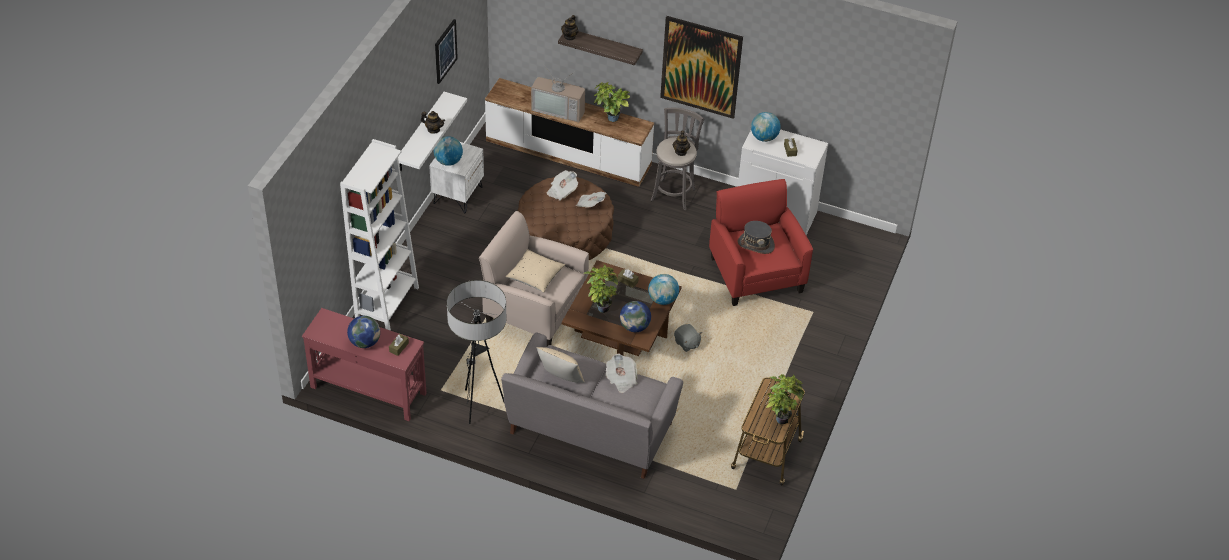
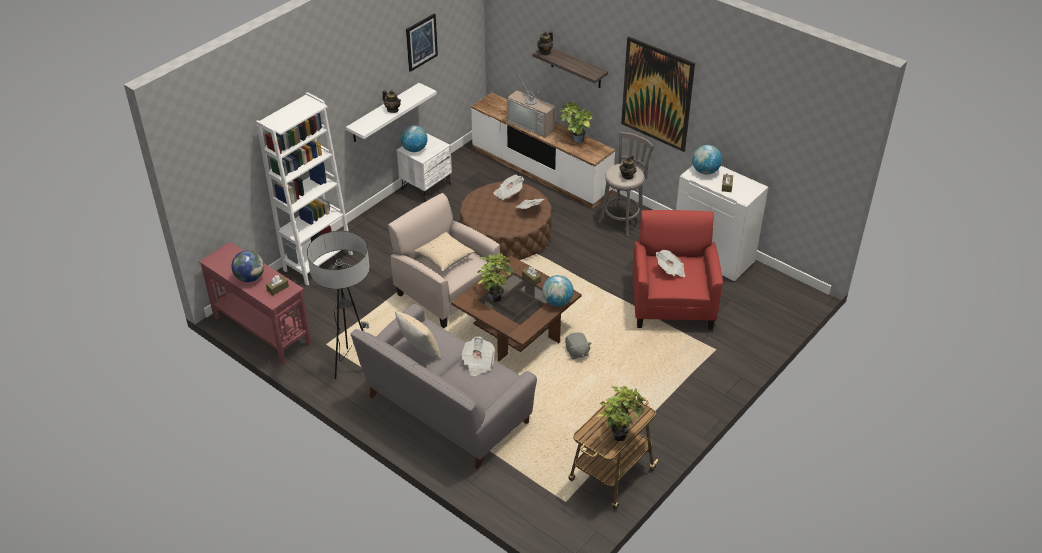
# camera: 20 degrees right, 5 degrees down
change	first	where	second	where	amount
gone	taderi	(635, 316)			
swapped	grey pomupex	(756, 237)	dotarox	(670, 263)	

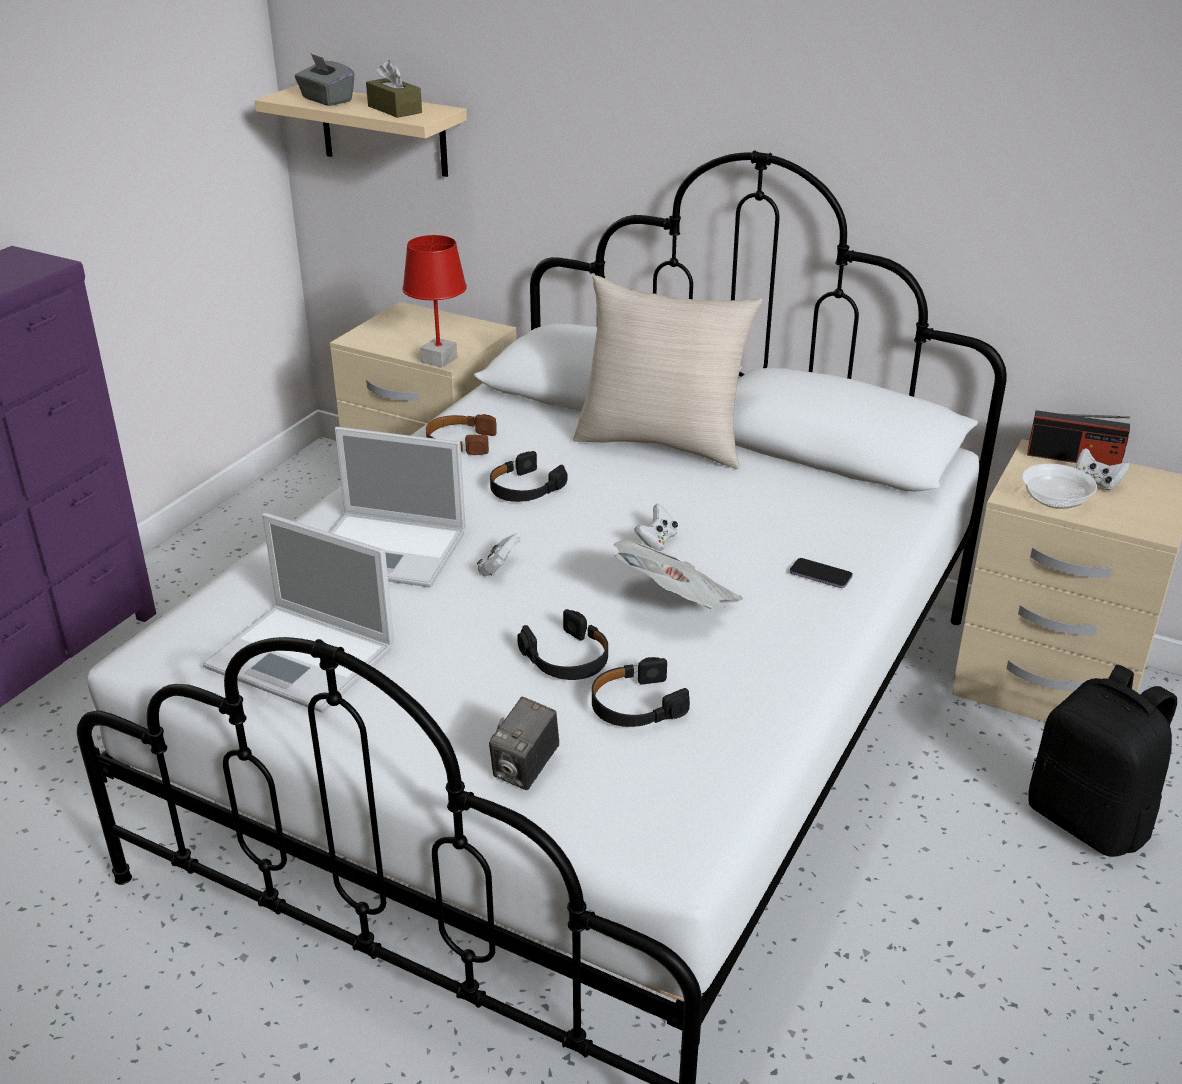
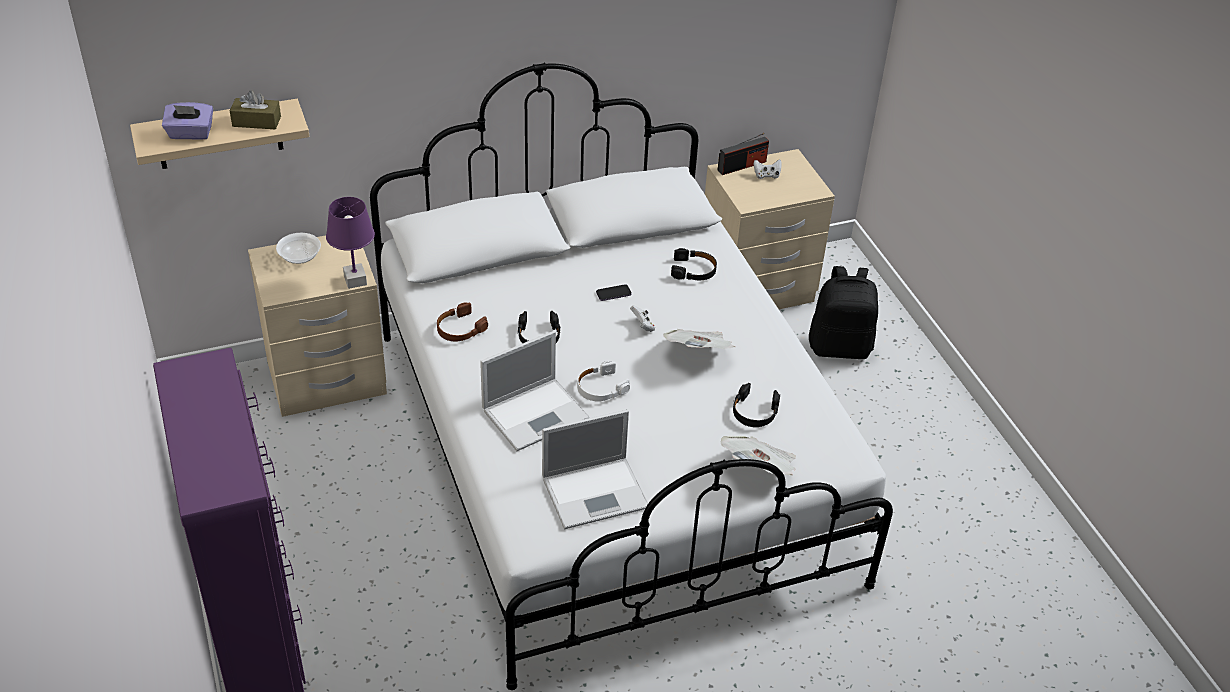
# camera: 50 degrees left, 10 degrees up
change	first	where	second	where	amount
gone	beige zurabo	(668, 372)			
shifted	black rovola	(562, 644)		(694, 264)	
shifted	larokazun	(821, 573)		(614, 292)	
shifted	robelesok	(1059, 486)		(298, 248)	
swapped	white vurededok	(499, 554)	white rovola	(603, 381)	
swapped	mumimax	(524, 743)	dotarox	(758, 456)	
repainted	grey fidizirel	(324, 80)	purple fidizirel	(187, 121)	
repainted	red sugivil	(434, 301)	purple sugivil	(350, 243)	

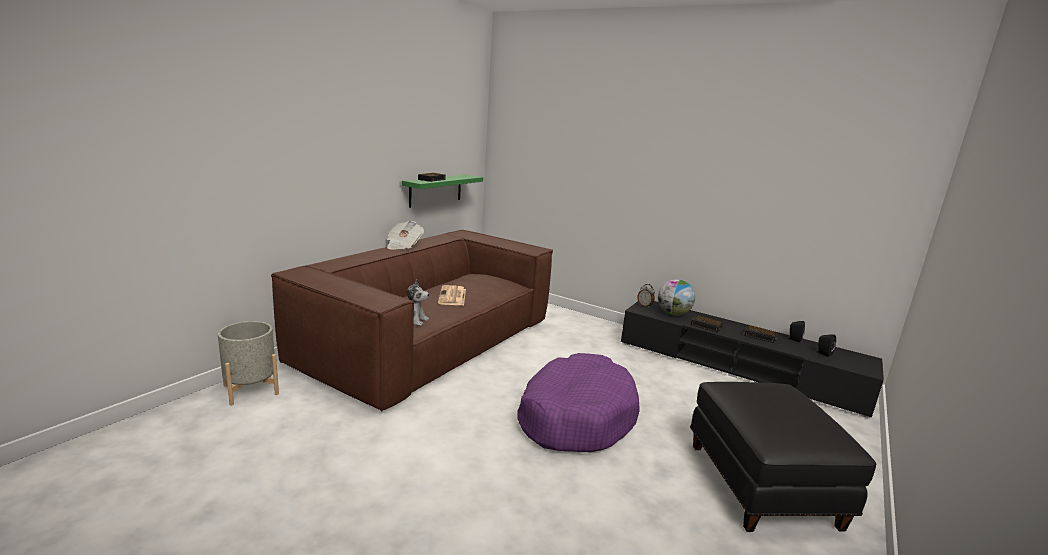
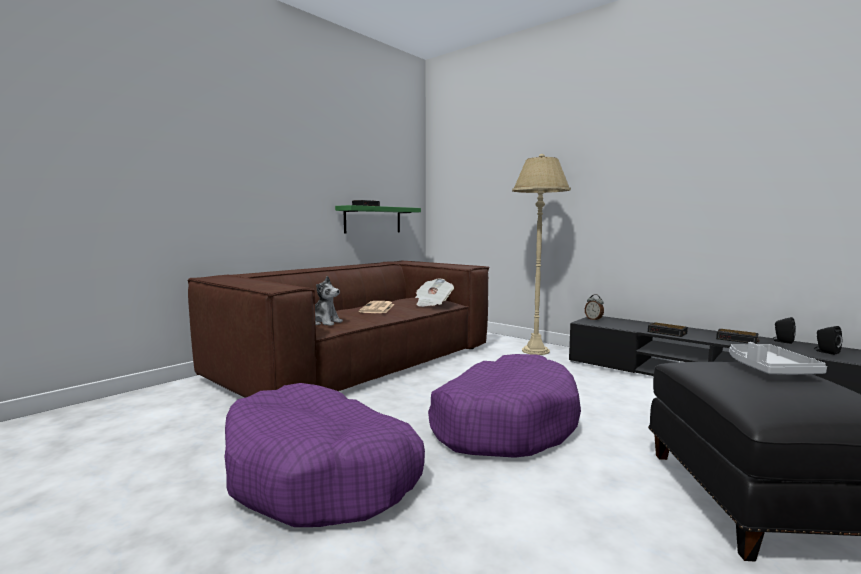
# camera: 10 degrees right, 10 degrees down
change	first	where	second	where	amount
gone	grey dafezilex	(248, 363)			
gone	taderi	(676, 297)			
new			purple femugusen	(325, 455)	
new			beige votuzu	(541, 254)	
new			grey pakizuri	(778, 358)	
shifted	dotarox	(405, 235)		(434, 292)	

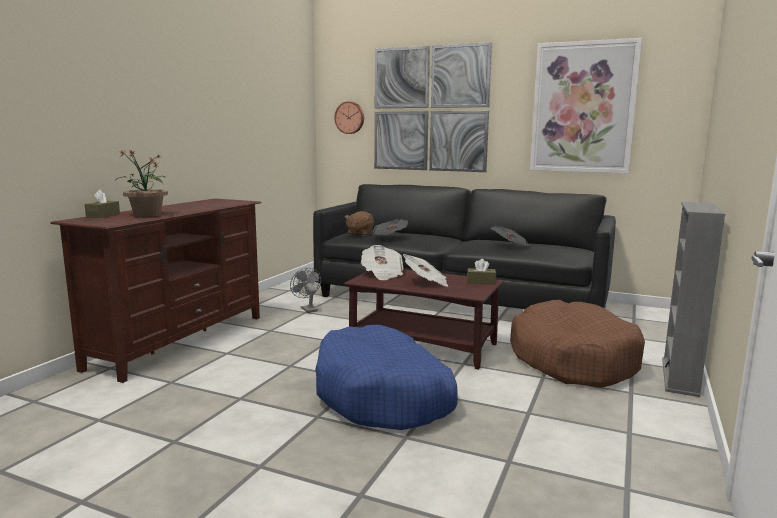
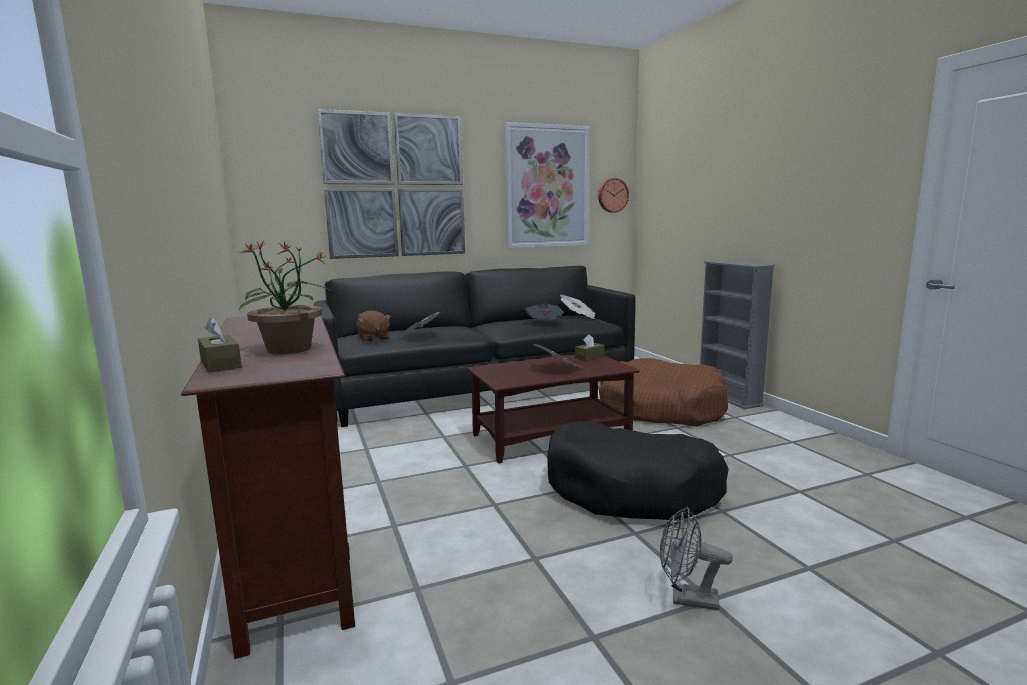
# camera: 45 degrees left, 0 degrees up
change	first	where	second	where	amount
shifted	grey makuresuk	(305, 290)		(696, 558)	
shifted	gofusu	(349, 117)		(613, 195)	
shifted	dotarox	(382, 262)		(577, 307)	
repainted	blue femugusen	(386, 377)	black femugusen	(638, 470)	

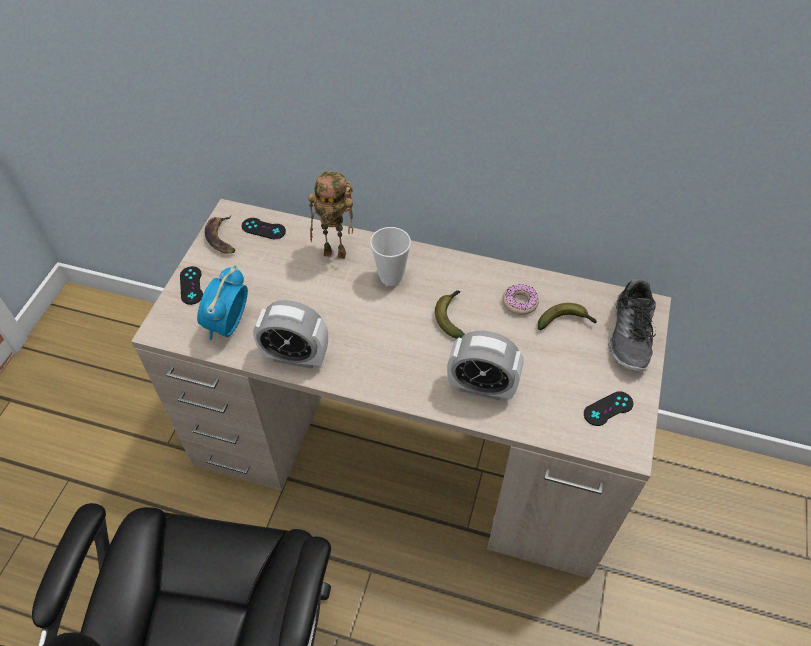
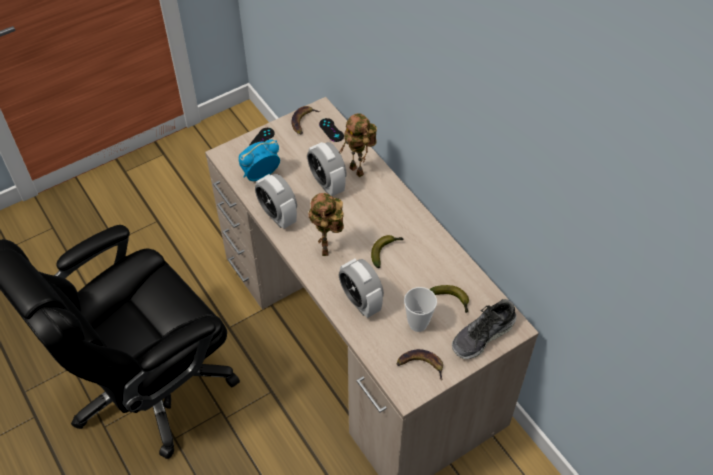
# camera: 40 degrees right, 0 degrees up
change	first	where	second	where	amount
gone	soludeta	(521, 299)			
new			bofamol	(327, 169)	
new			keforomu	(326, 224)	
shifted	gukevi	(390, 256)		(420, 309)	
swapped	black vurededok	(608, 408)	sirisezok	(420, 364)	

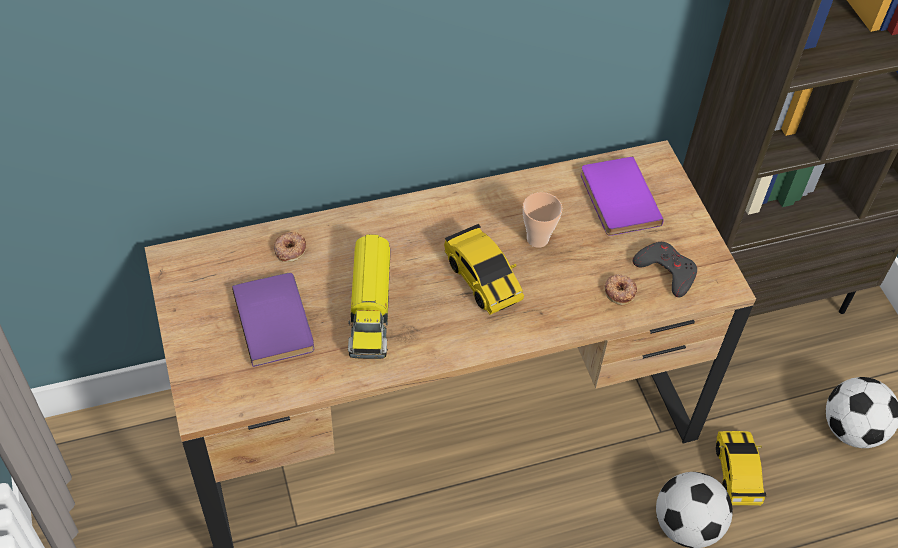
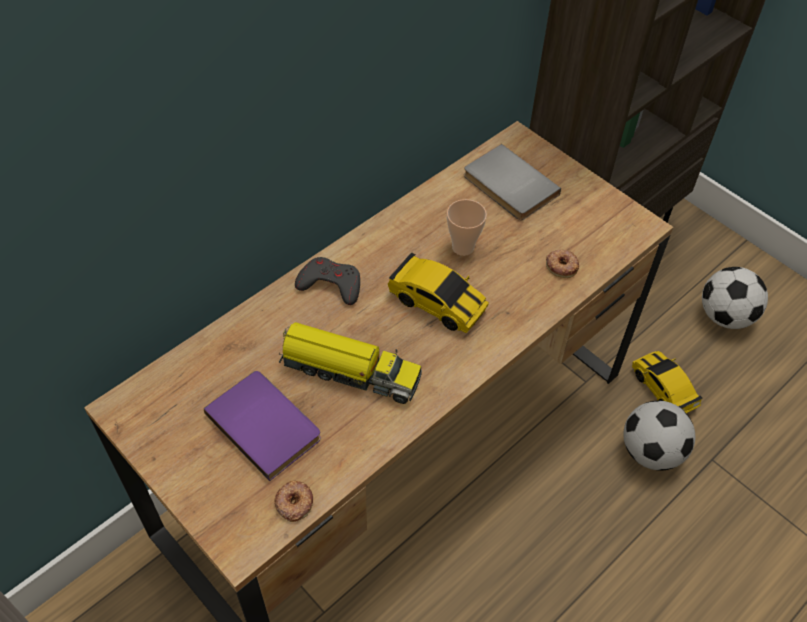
# camera: 25 degrees left, 0 degrees up
change	first	where	second	where	amount
shifted	soludeta	(290, 247)		(293, 501)	
shifted	grey vurededok	(665, 270)		(327, 281)	
repainted	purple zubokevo	(622, 196)	grey zubokevo	(512, 182)	
rotated	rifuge	(369, 296)		(350, 363)	45 degrees counterclockwise

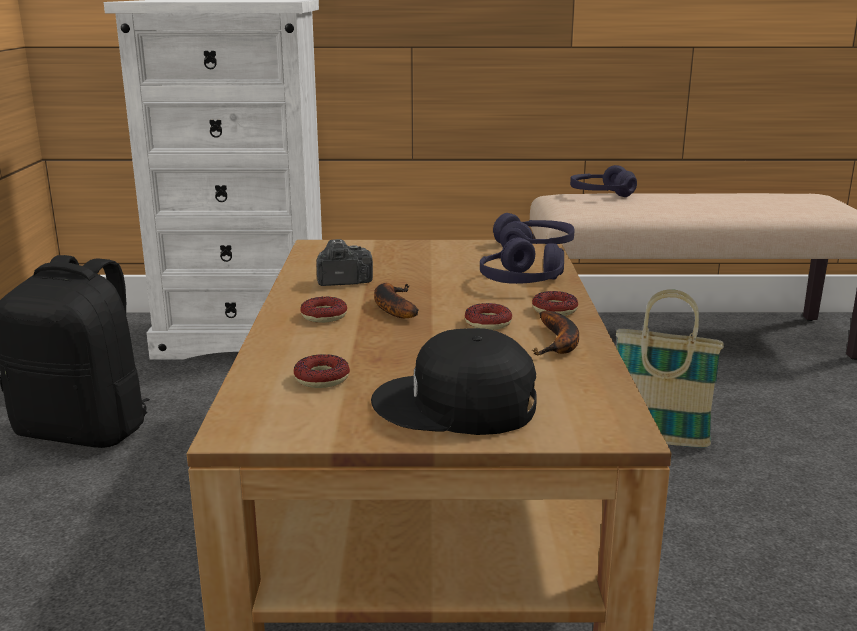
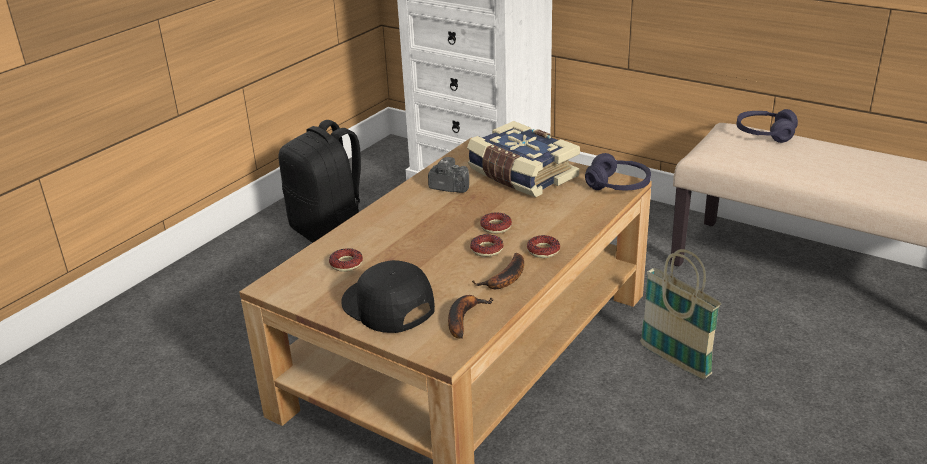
# camera: 35 degrees right, 10 degrees up
change	first	where	second	where	amount
gone	purple rovola	(522, 261)			
new			zubokevo	(523, 159)	
shifted	soludeta	(323, 310)		(496, 223)	
shifted	sirisezok	(396, 300)		(470, 317)	

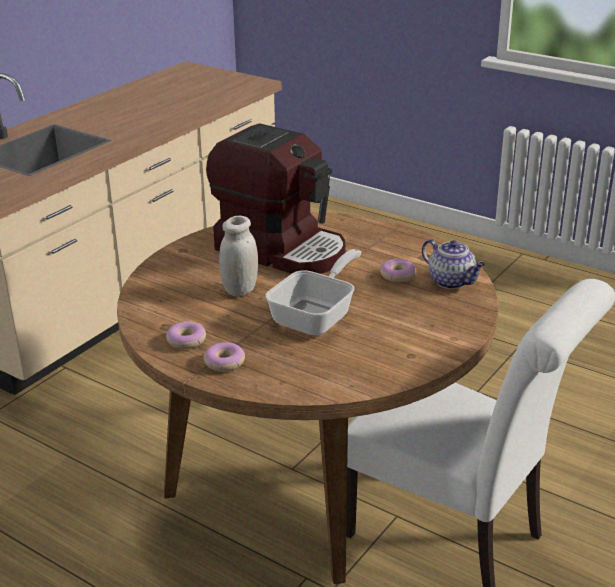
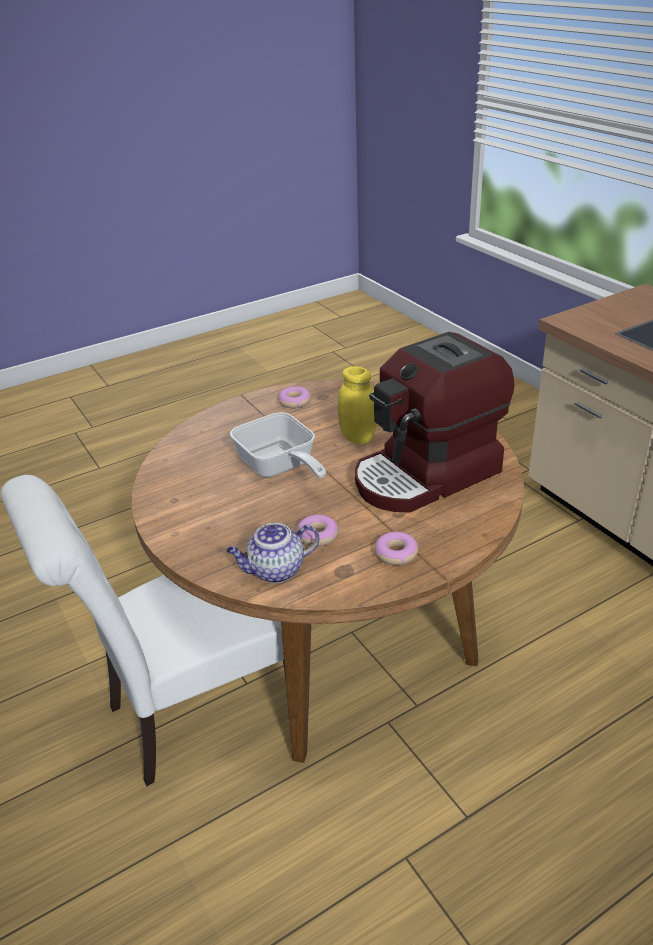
# camera: 115 degrees right, 5 degrees up
change	first	where	second	where	amount
shifted	soludeta	(224, 357)		(396, 548)	
repainted	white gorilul	(238, 256)	yellow gorilul	(357, 405)	

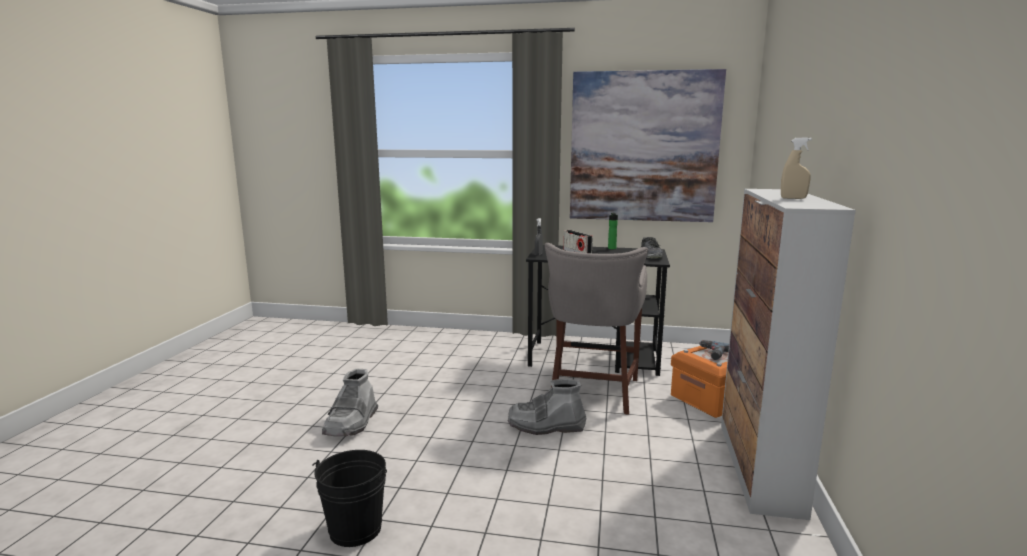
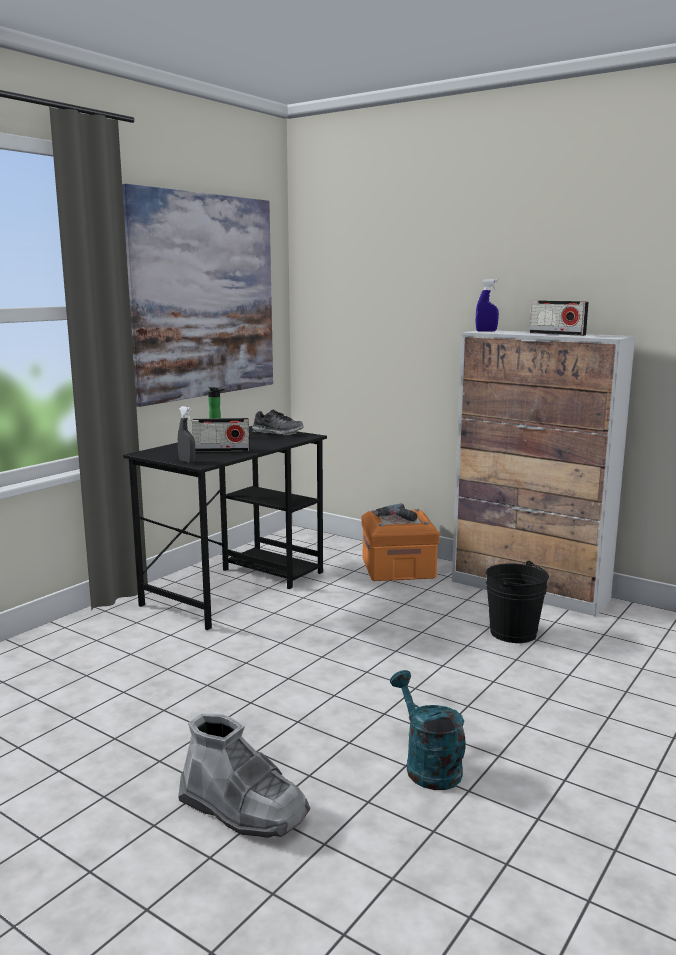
# camera: 65 degrees left, 0 degrees up
change	first	where	second	where	amount
gone	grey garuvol	(547, 407)			
gone	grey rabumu	(596, 329)			
new			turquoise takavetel	(428, 730)	
new			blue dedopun	(487, 305)	
shifted	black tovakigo	(349, 498)		(517, 602)	
swapped	beige dedopun	(796, 168)	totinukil	(559, 318)	

